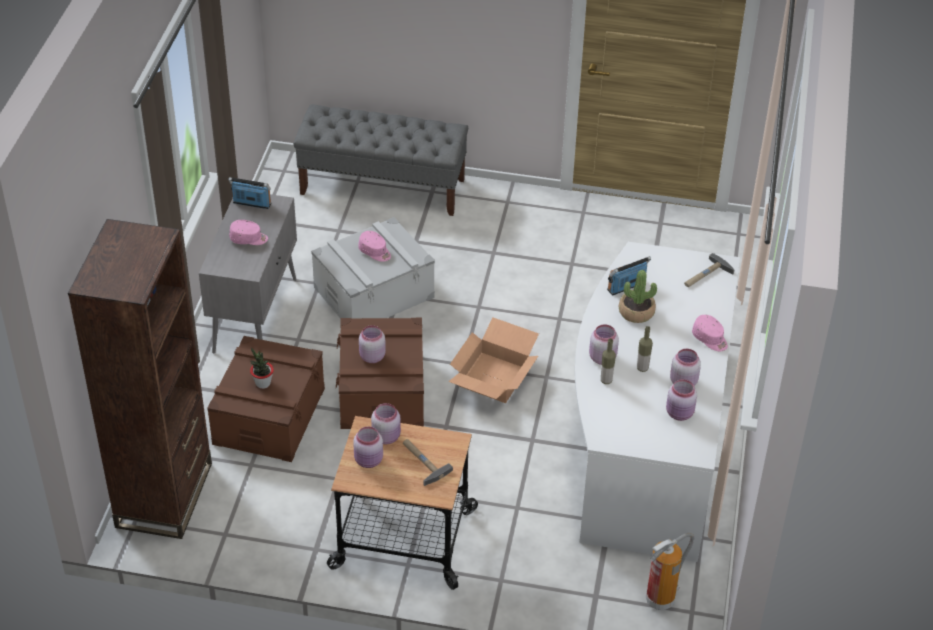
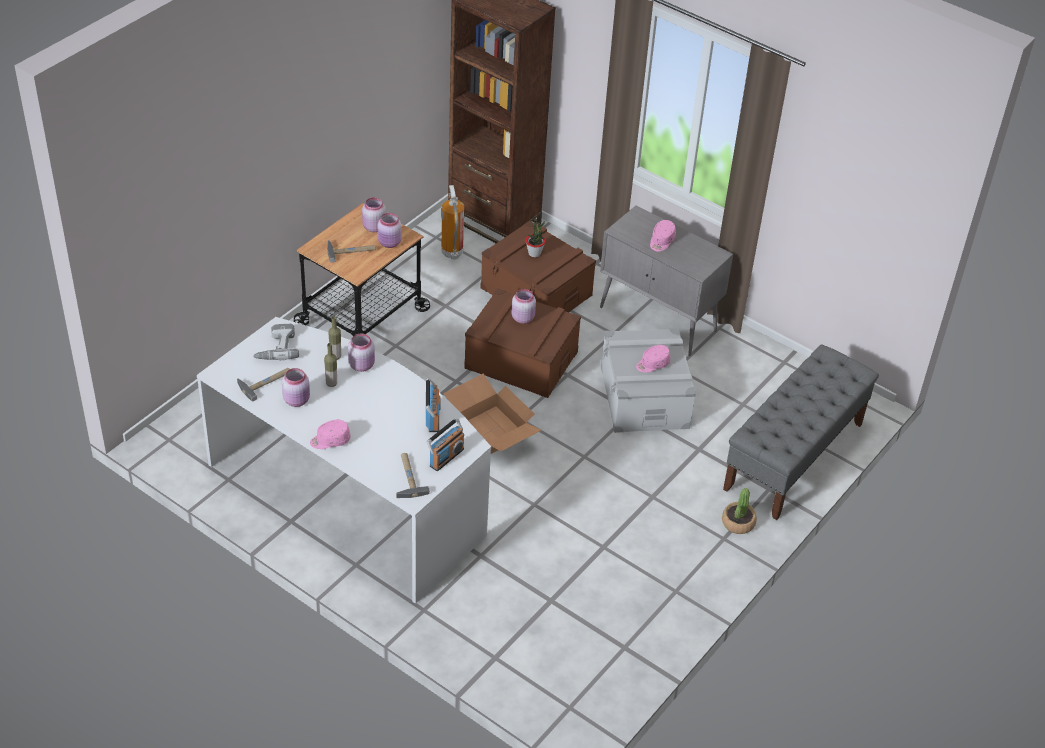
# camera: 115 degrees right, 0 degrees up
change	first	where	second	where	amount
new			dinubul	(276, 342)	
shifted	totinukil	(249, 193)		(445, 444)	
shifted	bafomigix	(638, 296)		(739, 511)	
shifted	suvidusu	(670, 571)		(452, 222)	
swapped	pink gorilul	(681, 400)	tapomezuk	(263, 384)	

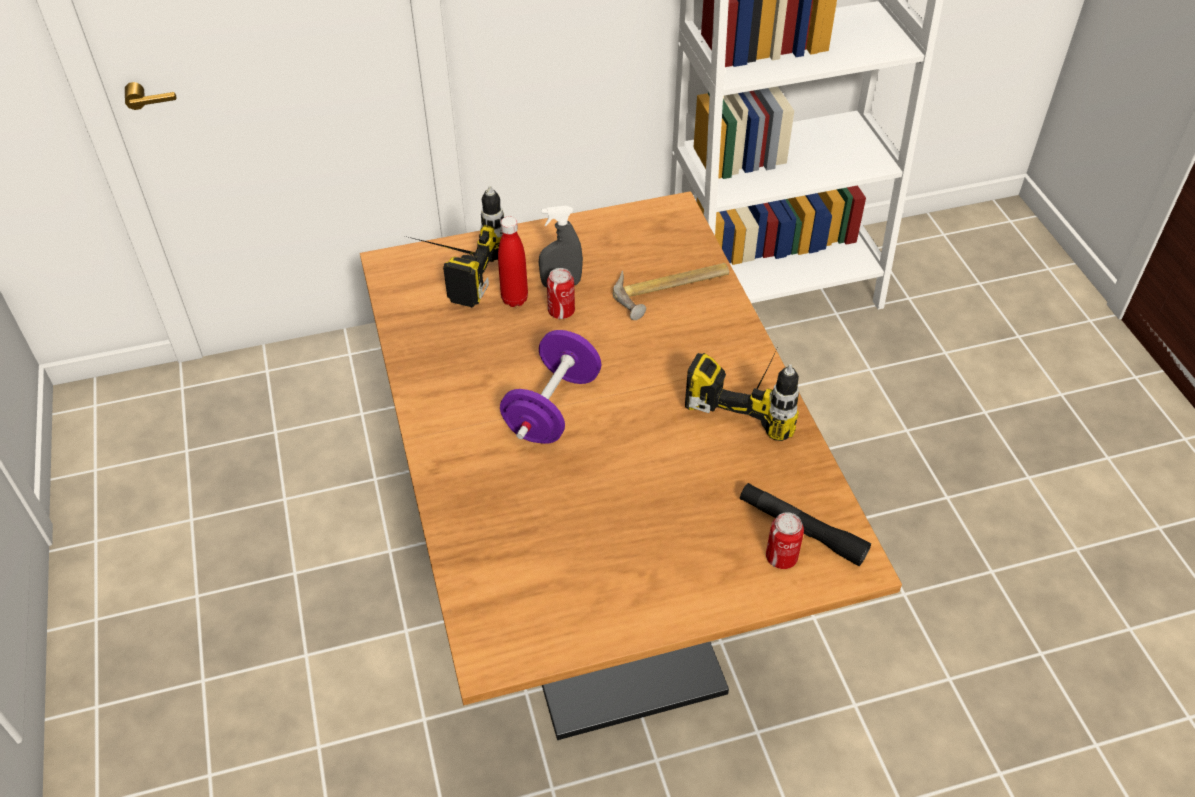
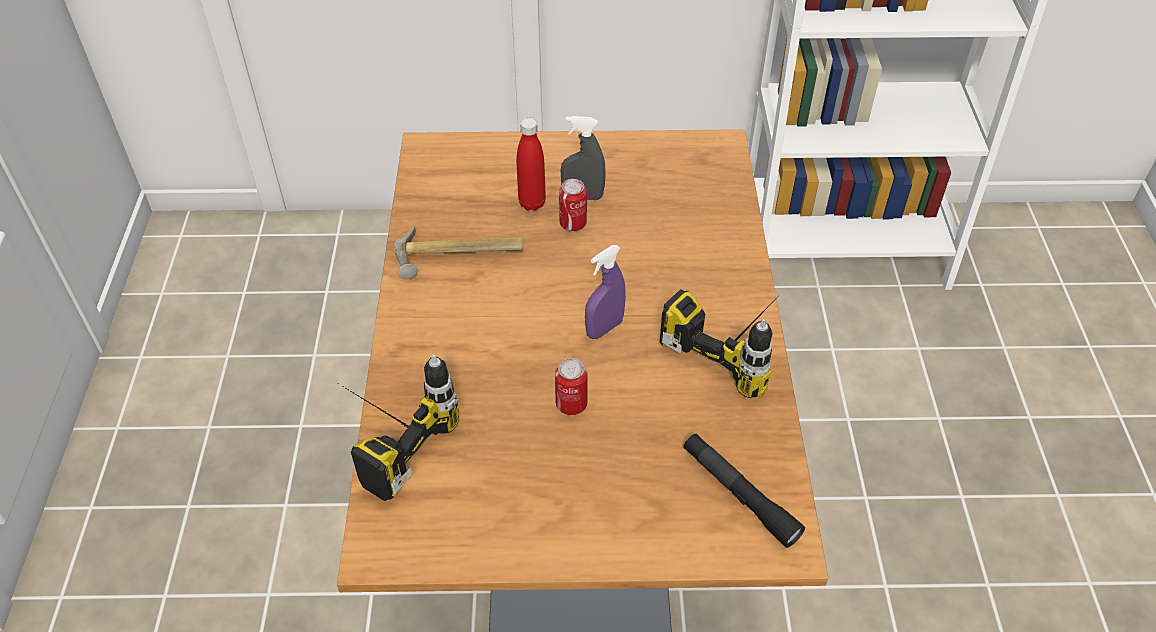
# camera: 15 degrees right, 0 degrees up
change	first	where	second	where	amount
gone	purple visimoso	(550, 387)			
new			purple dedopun	(605, 292)	
shifted	dinubul	(454, 246)		(399, 428)	
shifted	tapomezuk	(671, 291)		(458, 252)	
shifted	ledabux	(785, 540)		(571, 386)	

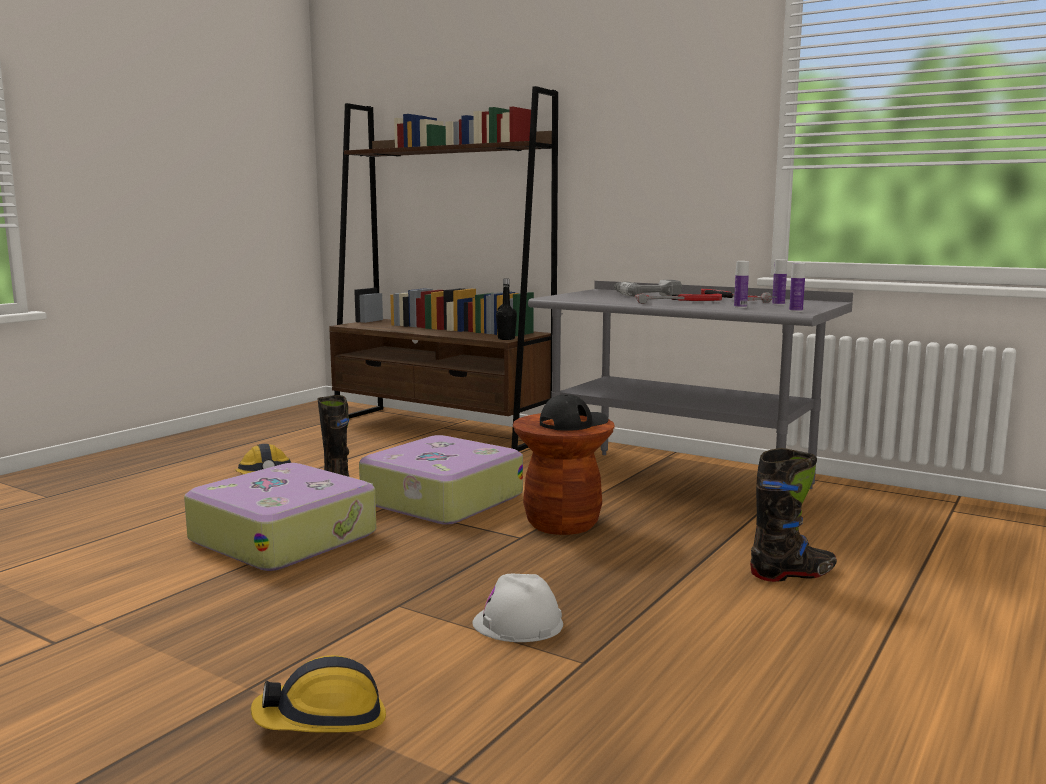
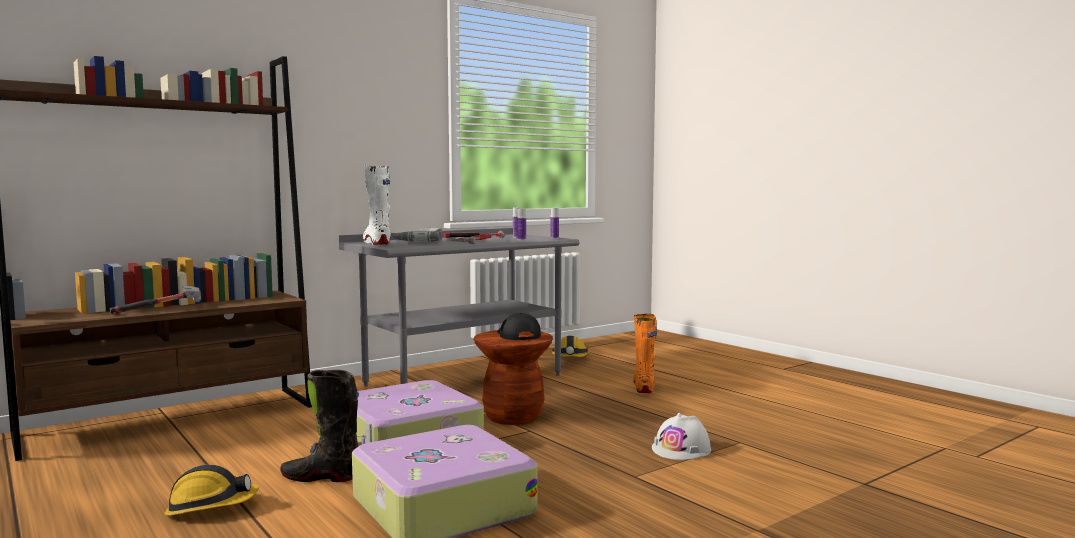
# camera: 70 degrees left, 5 degrees down
change	first	where	second	where	amount
gone	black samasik	(506, 309)			
new			tapomezuk	(155, 300)	
new			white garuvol	(377, 205)	
shifted	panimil	(318, 694)		(570, 346)	
repainted	black garuvol	(793, 515)	orange garuvol	(645, 353)	

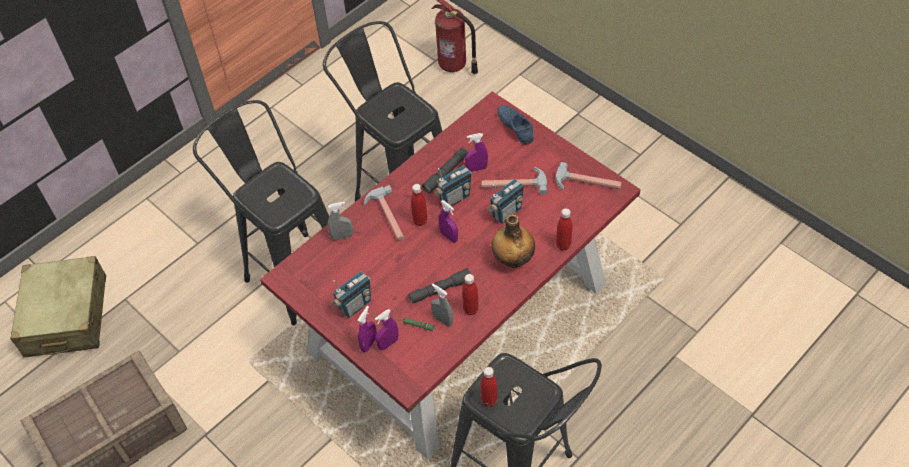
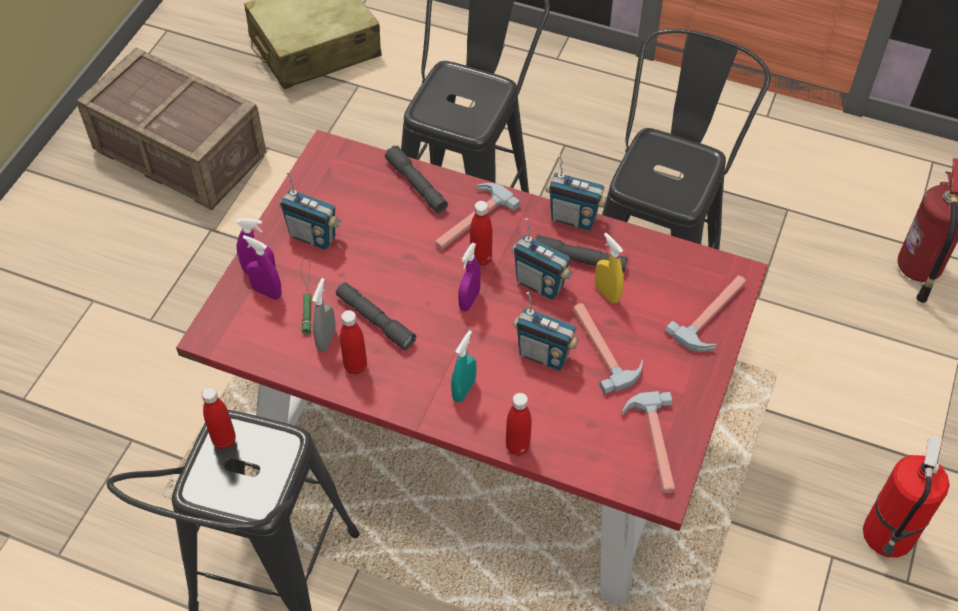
# camera: 65 degrees right, 0 degrees up
change	first	where	second	where	amount
new			totinukil	(576, 193)	
new			suvidusu	(906, 497)	
swapped	grey dedopun	(340, 220)	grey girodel	(416, 179)	
swapped	samasik	(513, 241)	turquoise dedopun	(463, 366)	
swapped	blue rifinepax	(515, 125)	tapomezuk	(705, 314)	
repainted	purple dedopun	(476, 152)	yellow dedopun	(609, 268)	

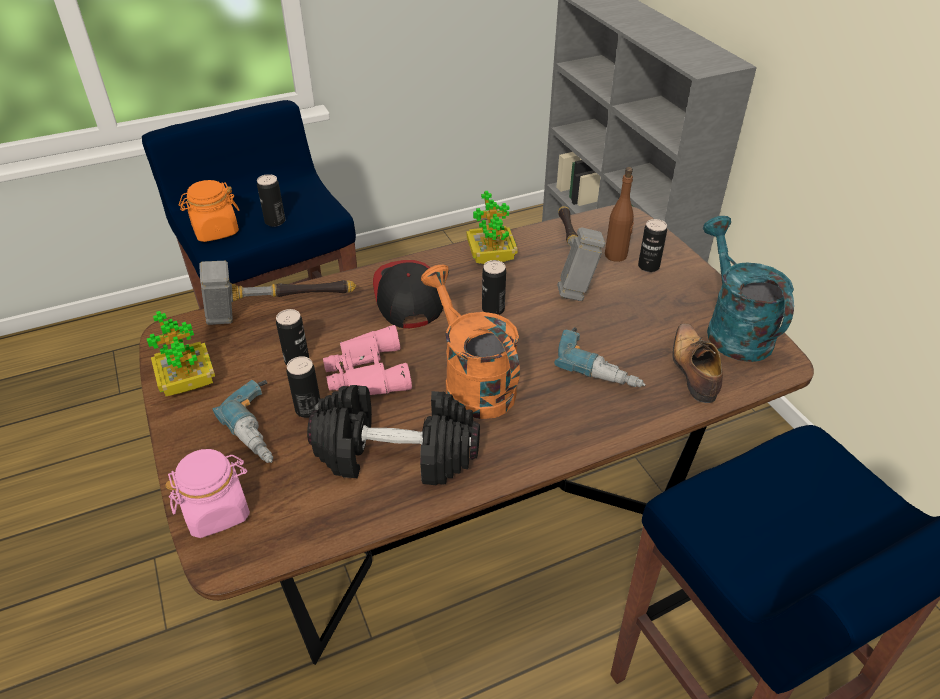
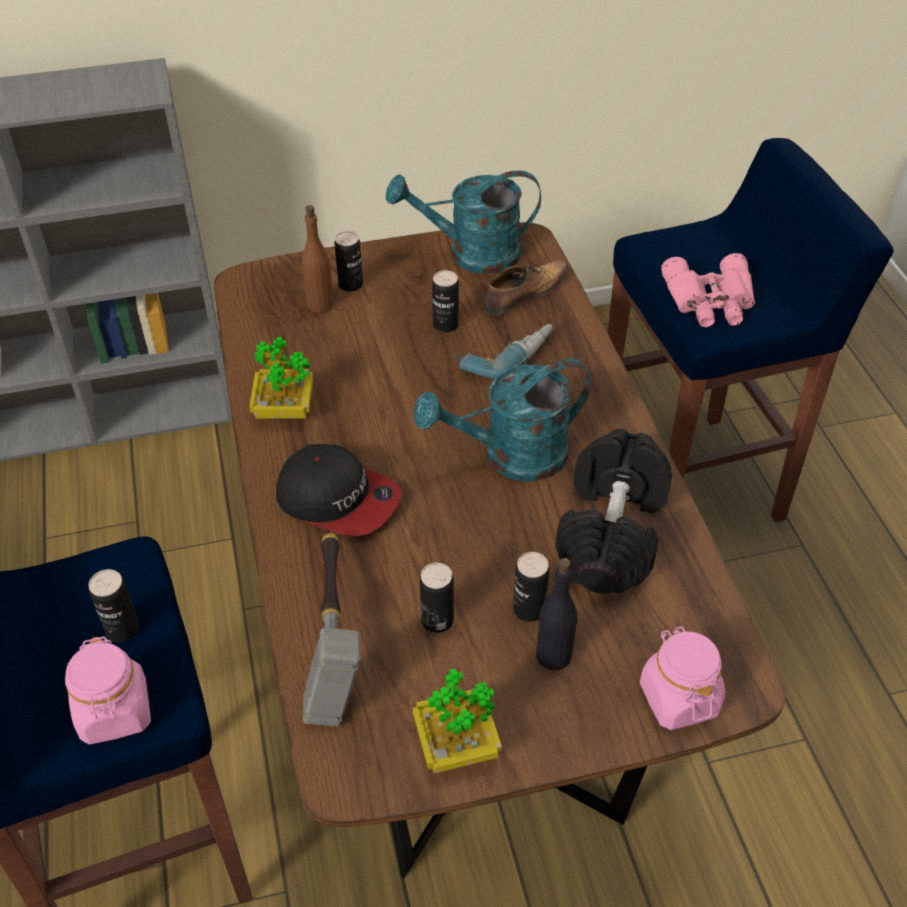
# camera: 80 degrees left, 5 degrees up
change	first	where	second	where	amount
gone	tapomezuk	(581, 253)			
shifted	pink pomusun	(367, 360)		(708, 290)	
shifted	ledabux	(494, 287)		(445, 301)	
swapped	dinubul	(242, 421)	black samasik	(556, 614)	
repainted	orange gorilul	(209, 211)	pink gorilul	(108, 690)	
repainted	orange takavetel	(470, 342)	turquoise takavetel	(503, 419)	
rotated	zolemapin	(408, 294)		(339, 490)	150 degrees counterclockwise
rotated	rifinepax	(697, 363)		(527, 288)	135 degrees clockwise

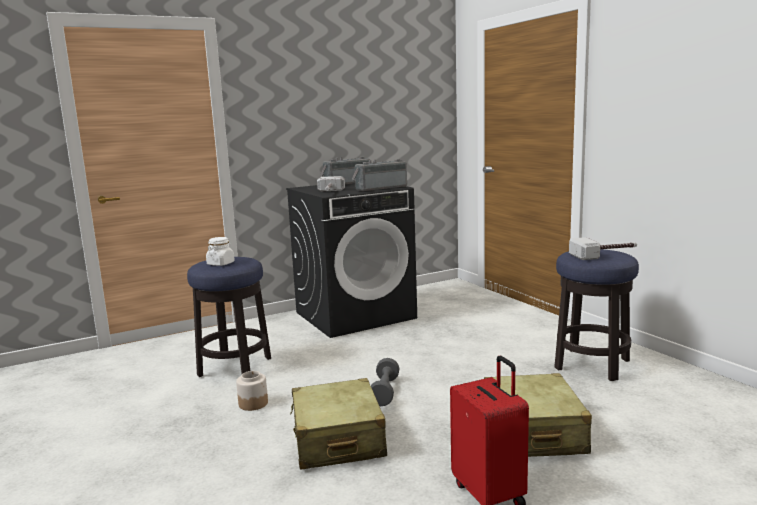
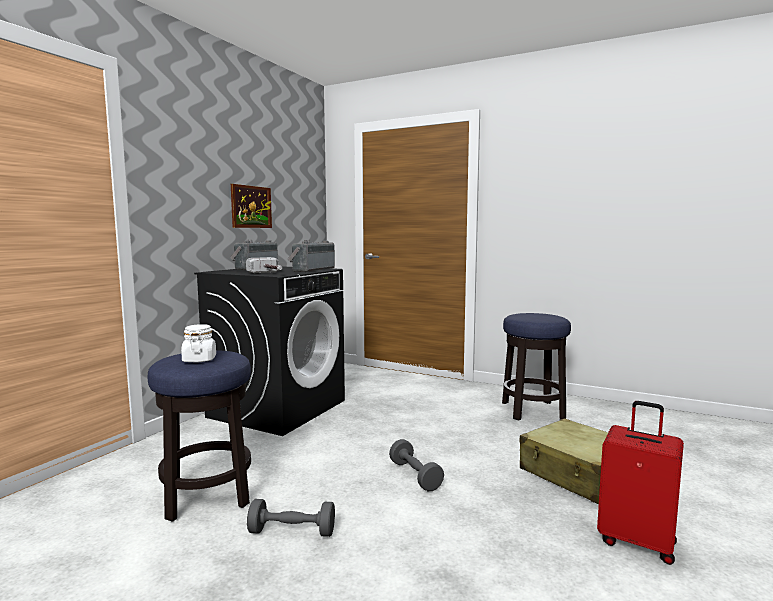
# camera: 35 degrees left, 5 degrees down
change	first	where	second	where	amount
gone	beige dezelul	(338, 424)			
gone	tapomezuk	(603, 248)			
new			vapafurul	(251, 206)	
swapped	gorilul	(252, 391)	grey visimoso	(291, 518)	

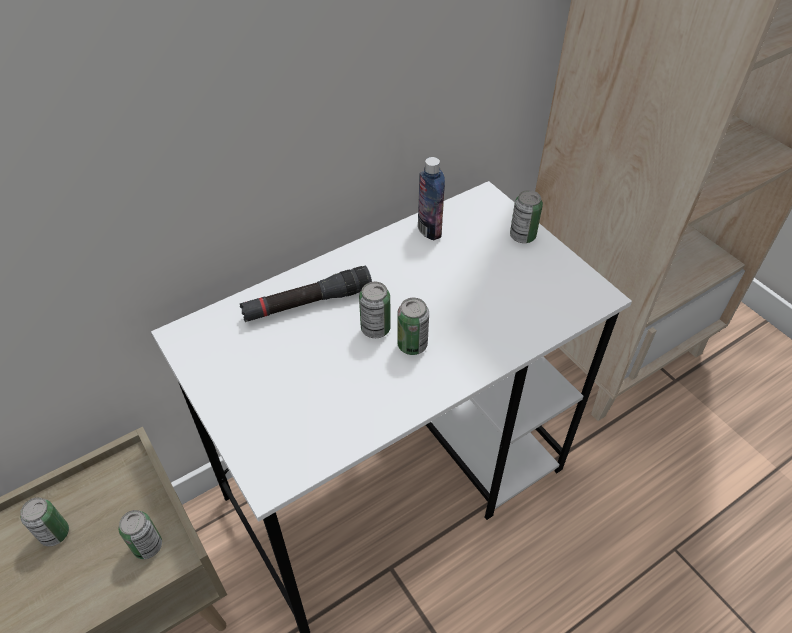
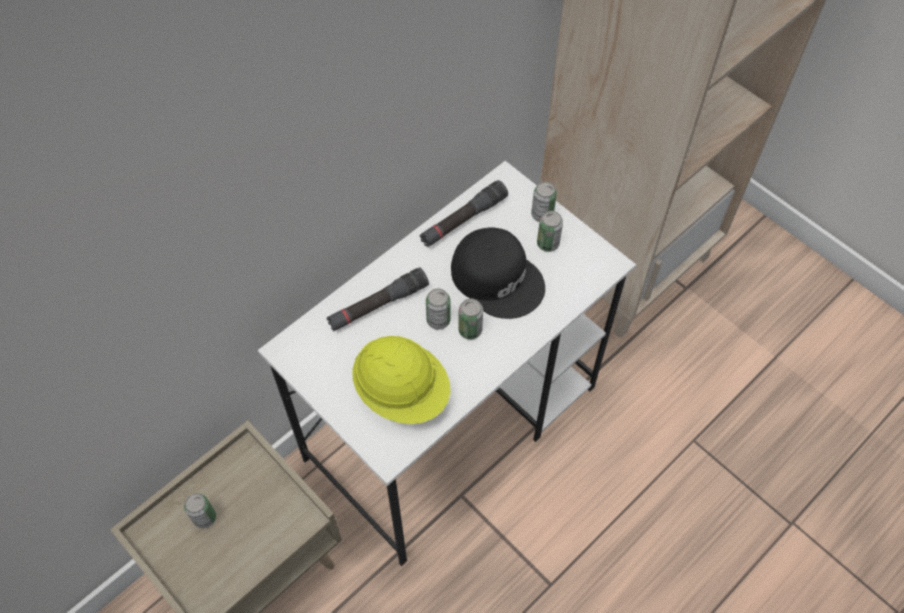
# camera: 10 degrees left, 10 degrees up
change	first	where	second	where	amount
new			yellow panimil	(401, 380)	
new			black zolemapin	(498, 273)	
shifted	ledabux	(140, 534)		(550, 231)	
swapped	samasik	(431, 198)	black girodel	(464, 213)	

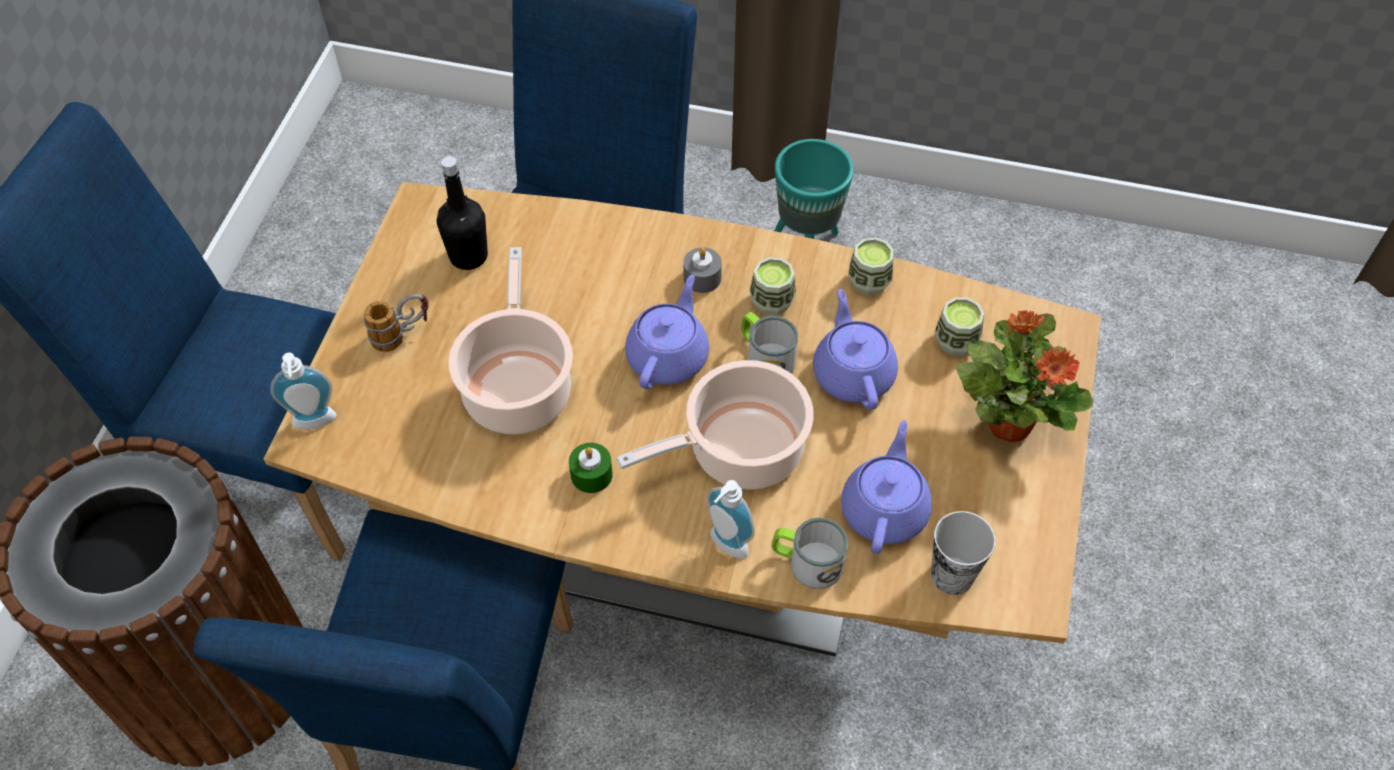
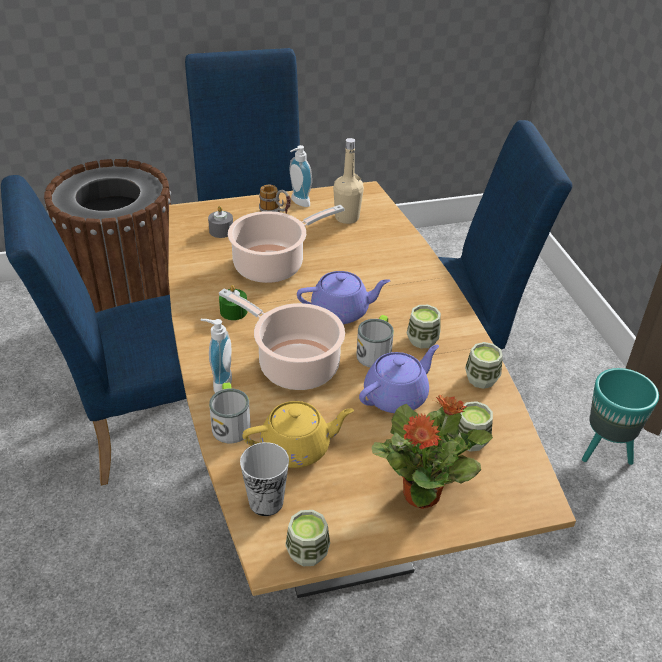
# camera: 60 degrees right, 15 degrees down
change	first	where	second	where	amount
new			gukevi	(307, 538)	
shifted	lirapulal	(303, 391)		(301, 176)	
shifted	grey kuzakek	(702, 270)		(220, 222)	
repainted	black samasik	(462, 213)	beige samasik	(348, 181)	
repainted	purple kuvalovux	(886, 487)	yellow kuvalovux	(298, 434)	

